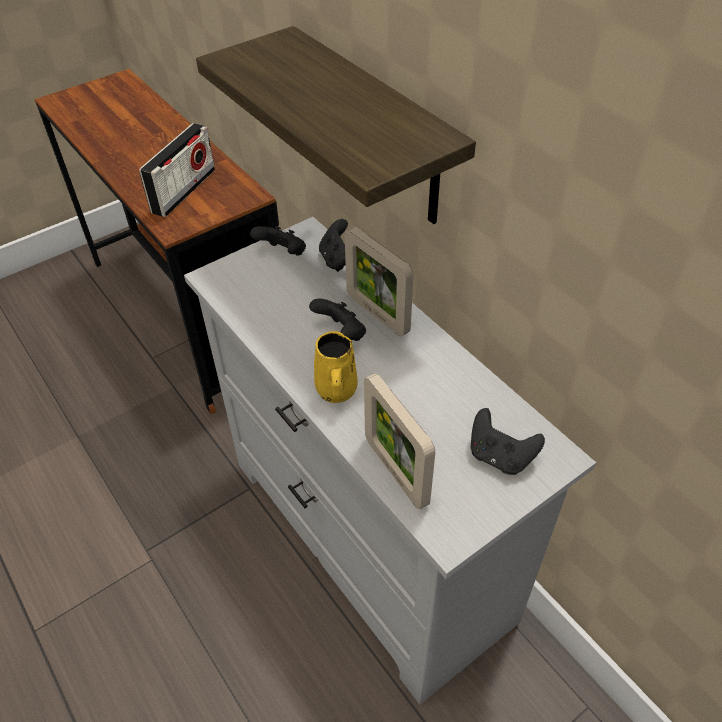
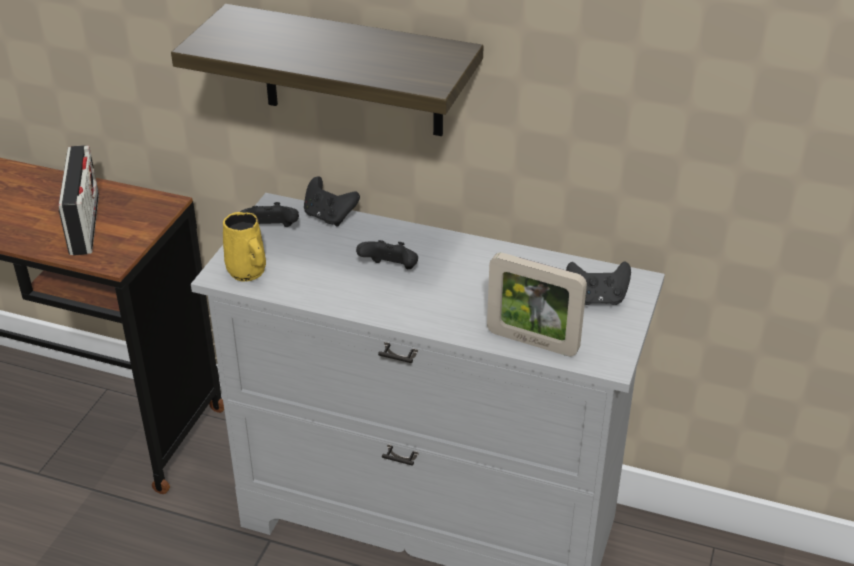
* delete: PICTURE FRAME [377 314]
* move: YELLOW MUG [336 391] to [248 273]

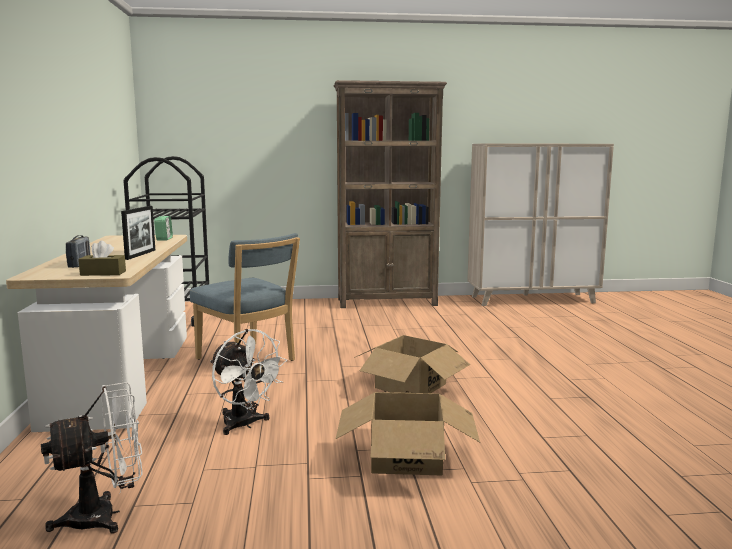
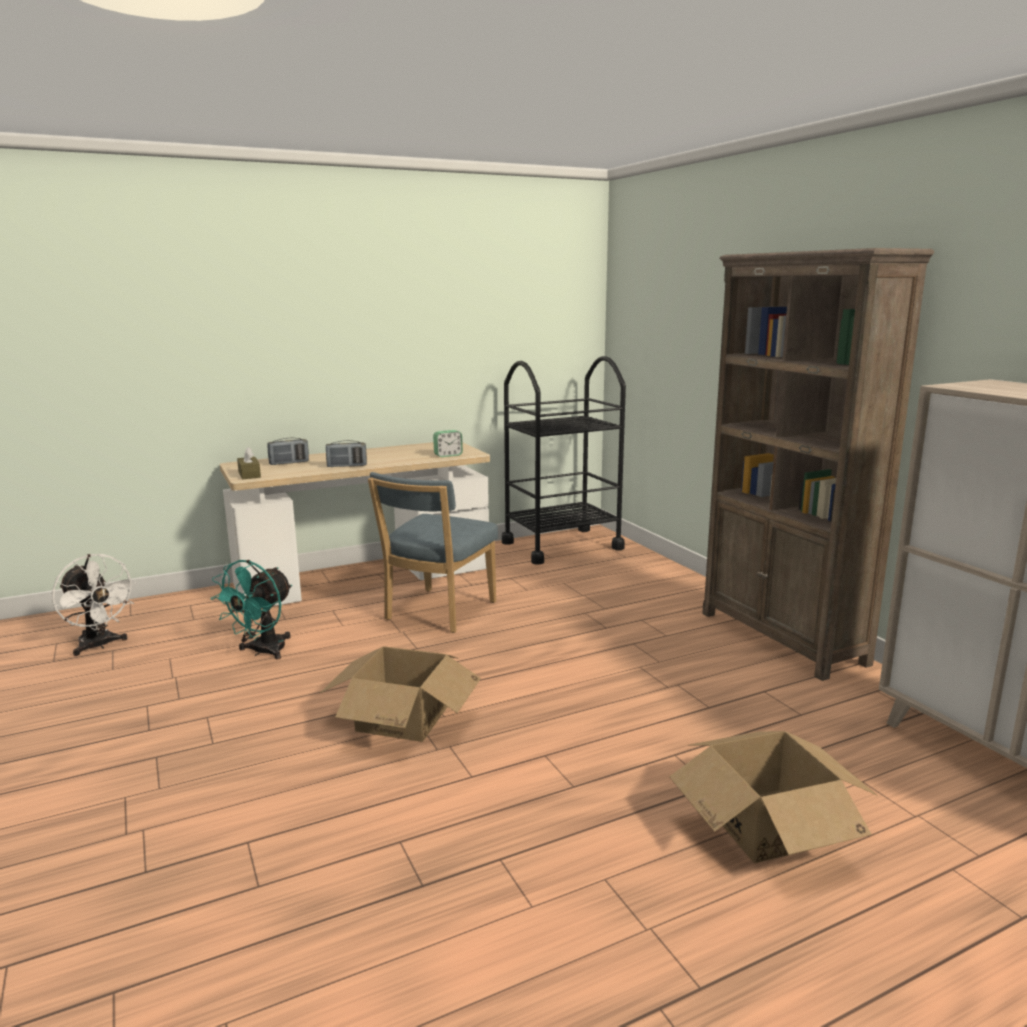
* replace: PICTURE FRAME [140 254] to RADIO [347 466]
* recolor: WHITE FAN [244 425] to TURQUOISE FAN [262 652]
* move: CARDBOARD BOX [407 457] to [768 824]

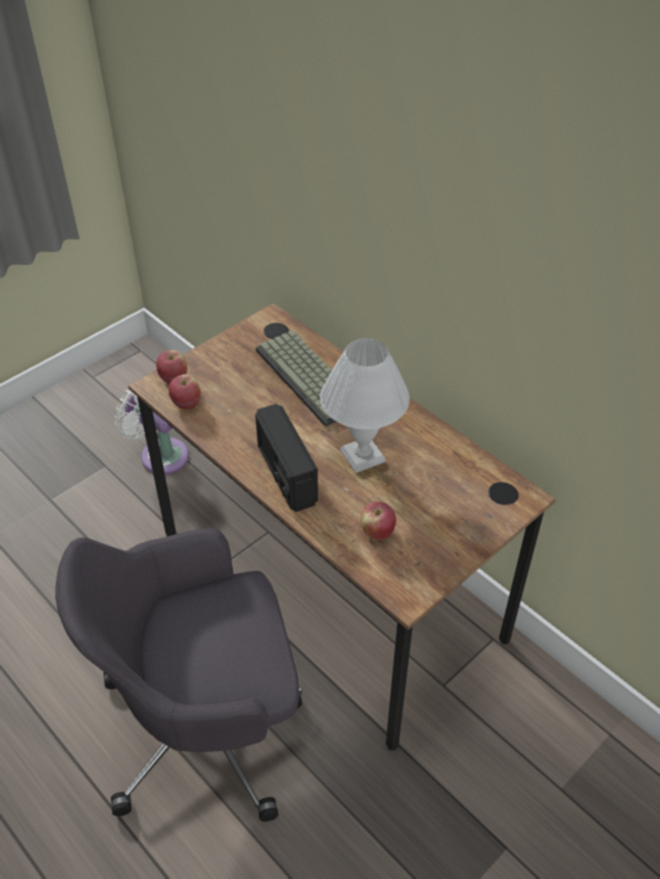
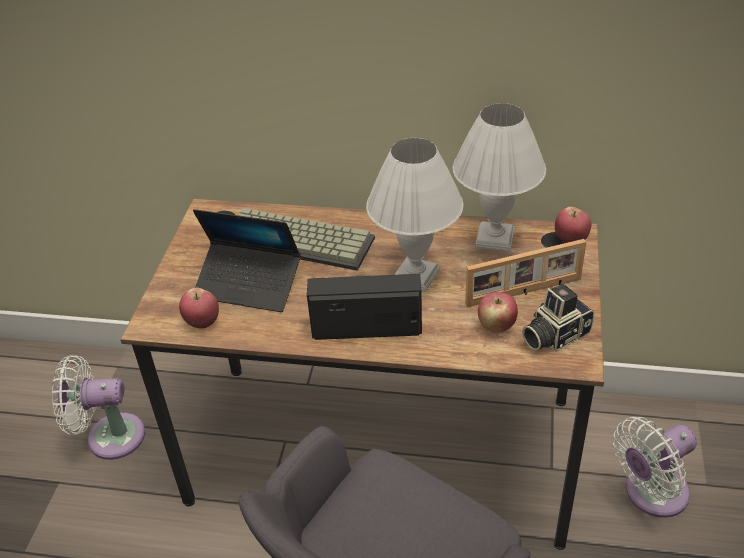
* move: APPLE [174 379] to [571 240]
* rotate: RADIO [286 474] = [366 327] 150 degrees clockwise
* insert: WHITE TABLE LAMP [494 238]
* insert: LAPTOP [248 284]
* insert: PICTURE FRAME [524 293]
* insert: PHOTO CAMERA [553 335]
* insert: WHITE FAN [651 494]

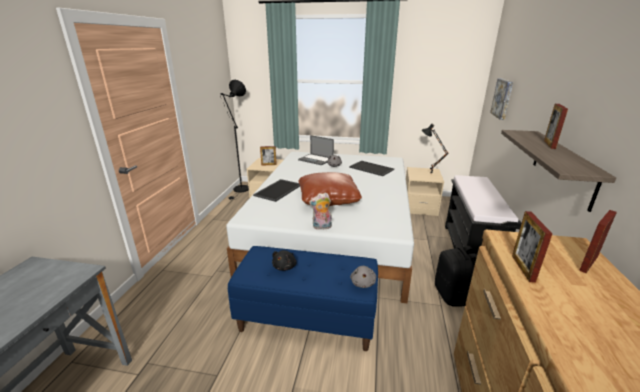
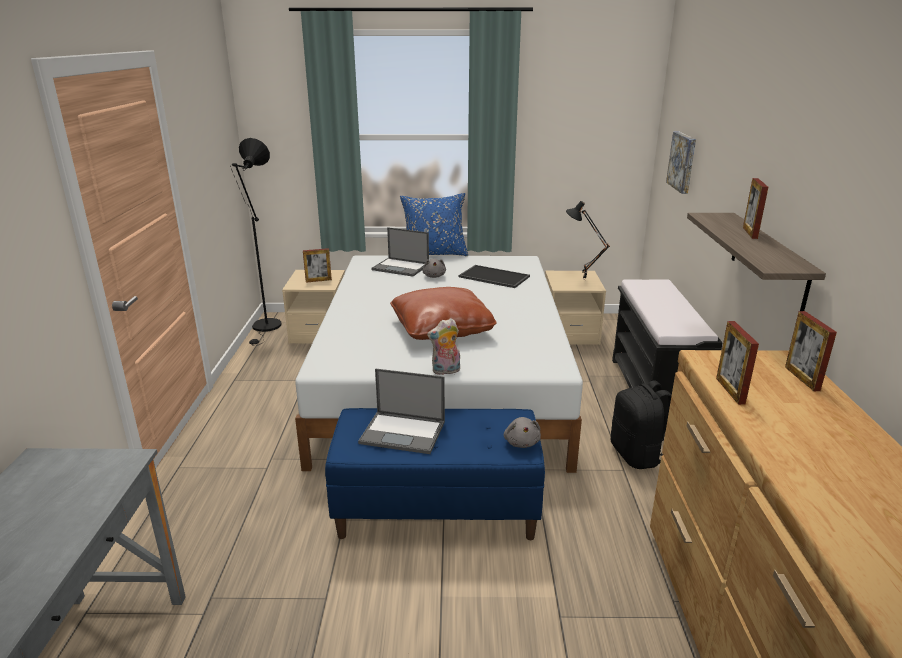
* delete: TRAY [278 190]
* rotate: PICTURE FRAME [588 263] = [802 378] 45 degrees counterclockwise
* replace: BLACK PLUSH TOY [285 266] to LAPTOP [404 432]
* insert: BLUE PILLOW [434 254]

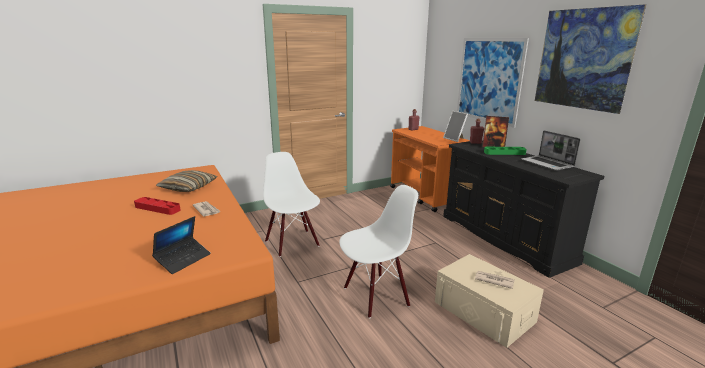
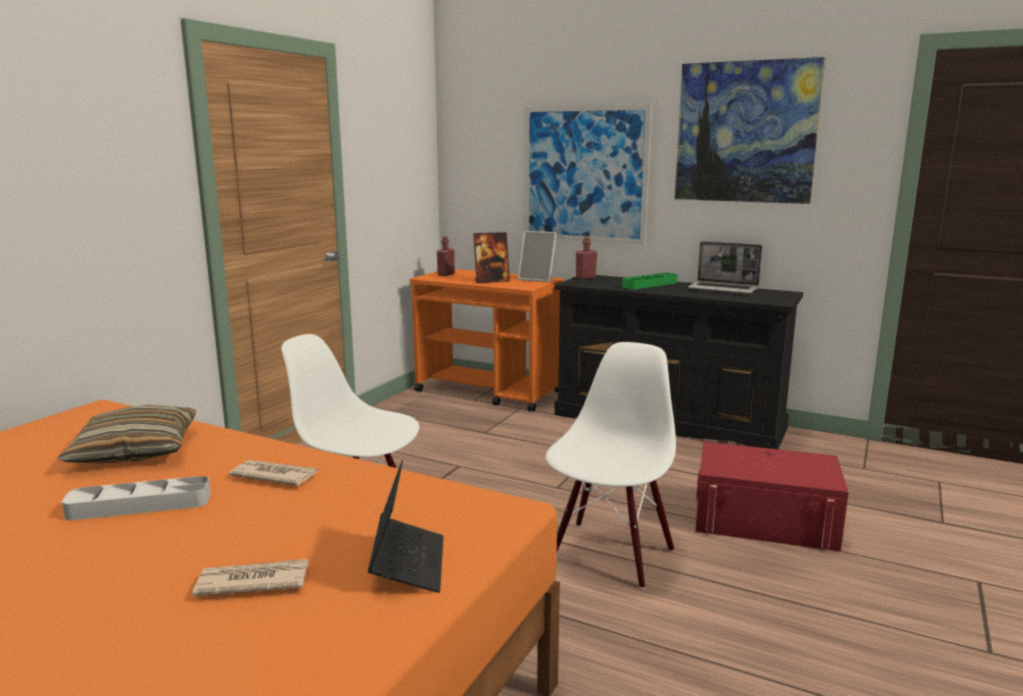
* move: PICTURE FRAME [493 147] to [491 281]
* recolor: RED TRAY [157 208] to GREY TRAY [140 505]
* recolor: BEIGE STORAGE BOX [484 311] to RED STORAGE BOX [765 520]
* move: NEWSPAPER [493 280] to [252 581]

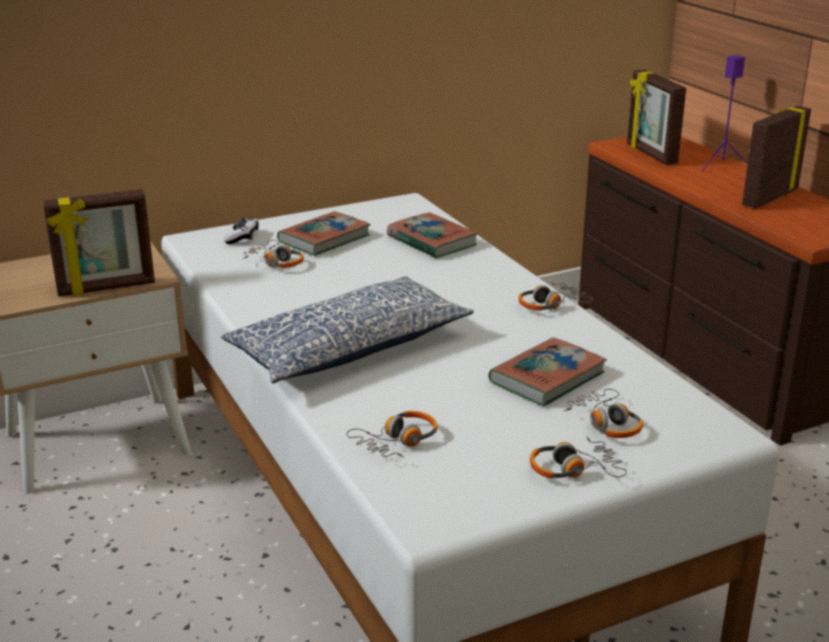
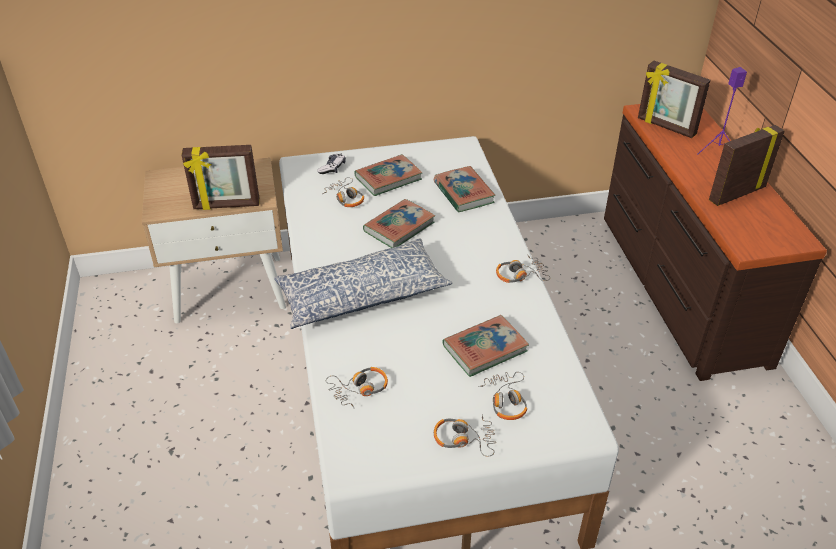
* rotate: PICTURE FRAME [650 154] = [666 127] 45 degrees counterclockwise
* insert: BOOK [399 227]

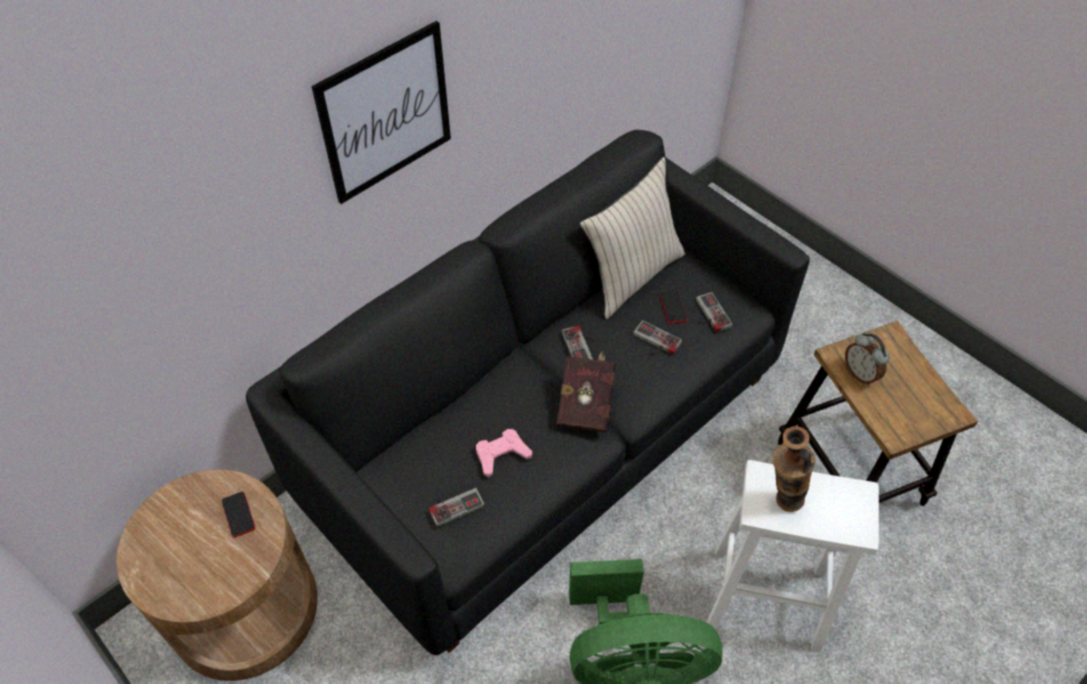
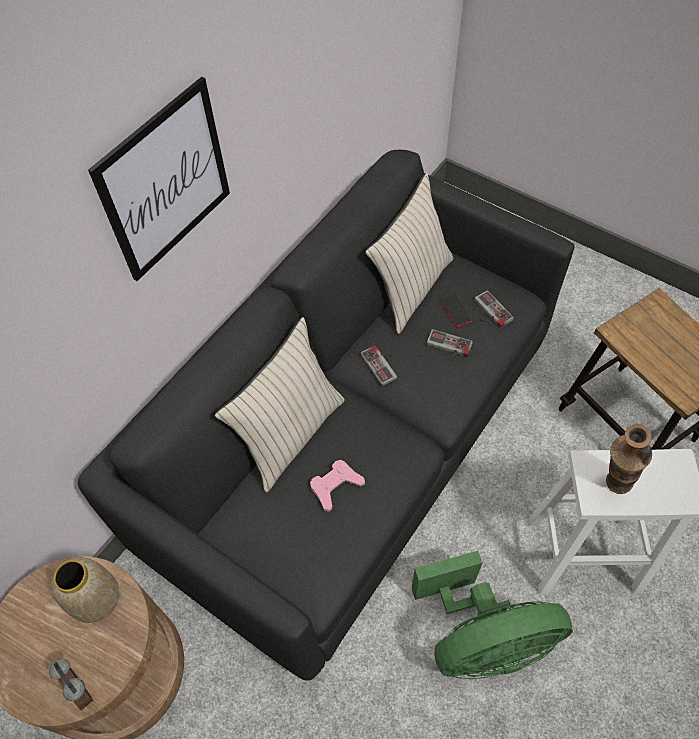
* move: ALARM CLOCK [860 373] to [82 688]
* delete: RED BOOK [587 402]
* delete: GAME CONTROLLER [454 503]
* replace: PHONE [238 515] to VASE [96 600]
* insert: BEIGE PILLOW [290 434]

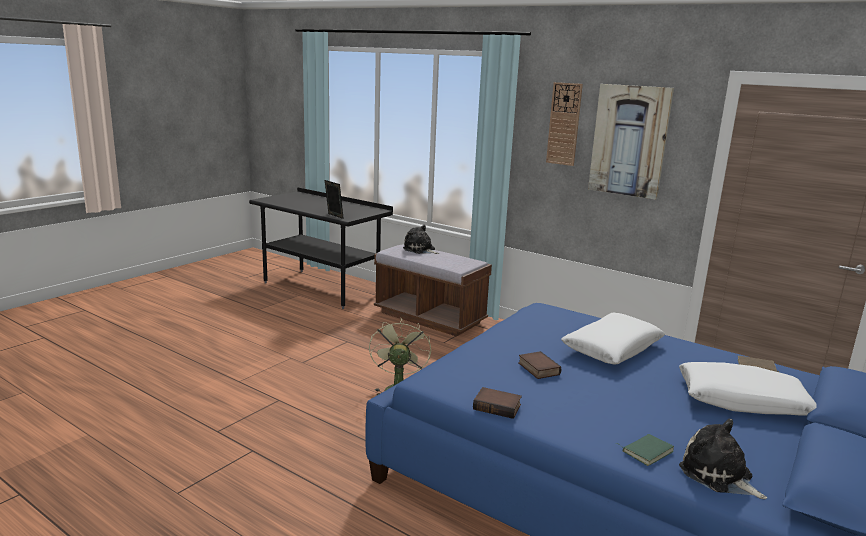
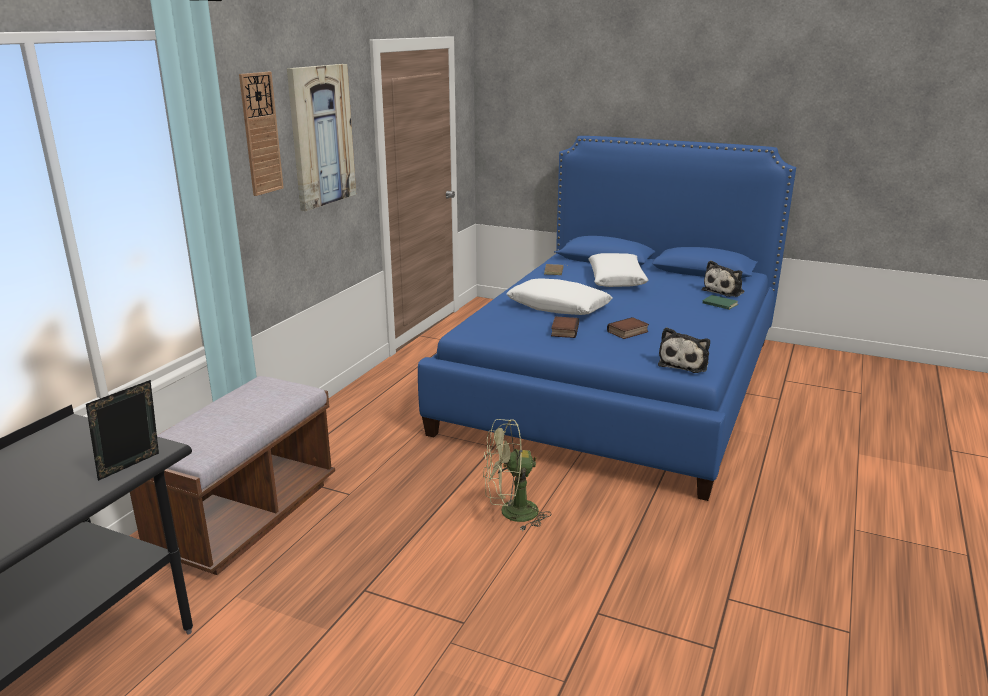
* move: PLUSH TOY [420 250] to [684 363]
* move: BOOK [498 406] to [563 330]

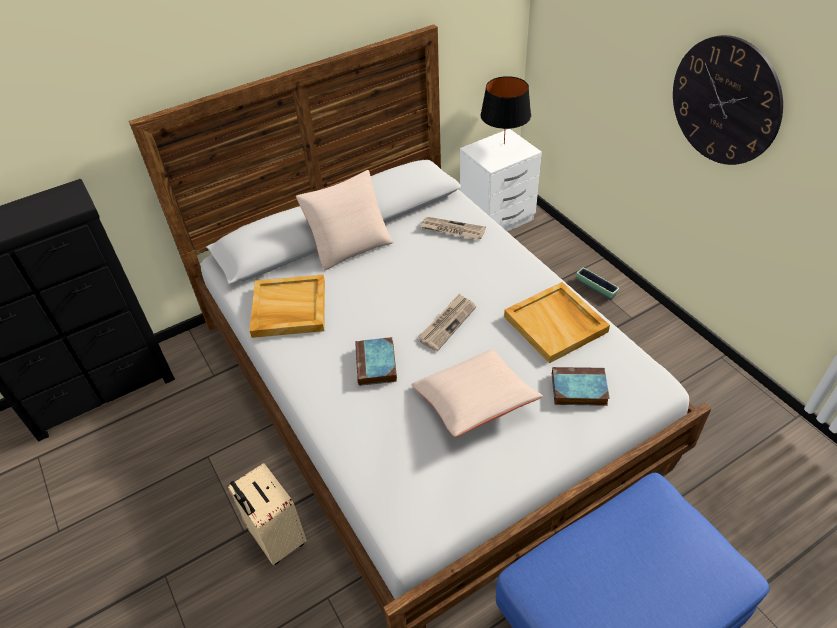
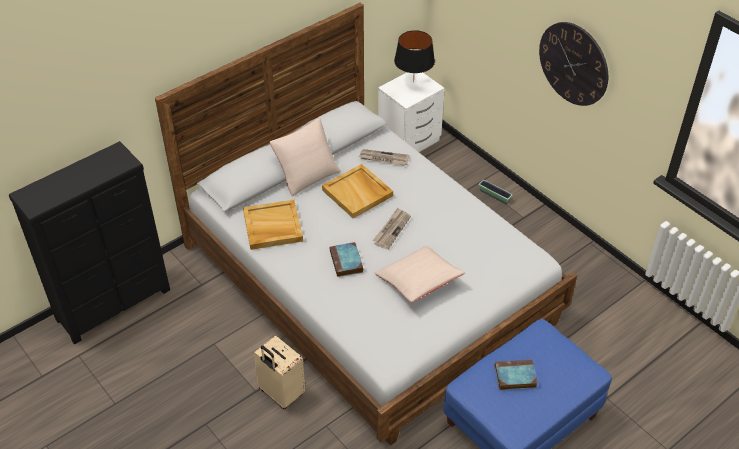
* move: BEIGE TRAY [556 324] to [358 193]
* move: BOOK [577 389] to [514 377]

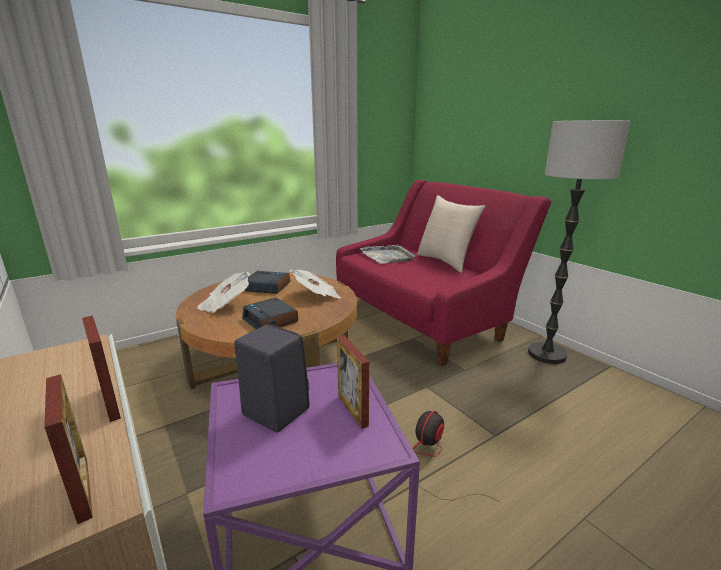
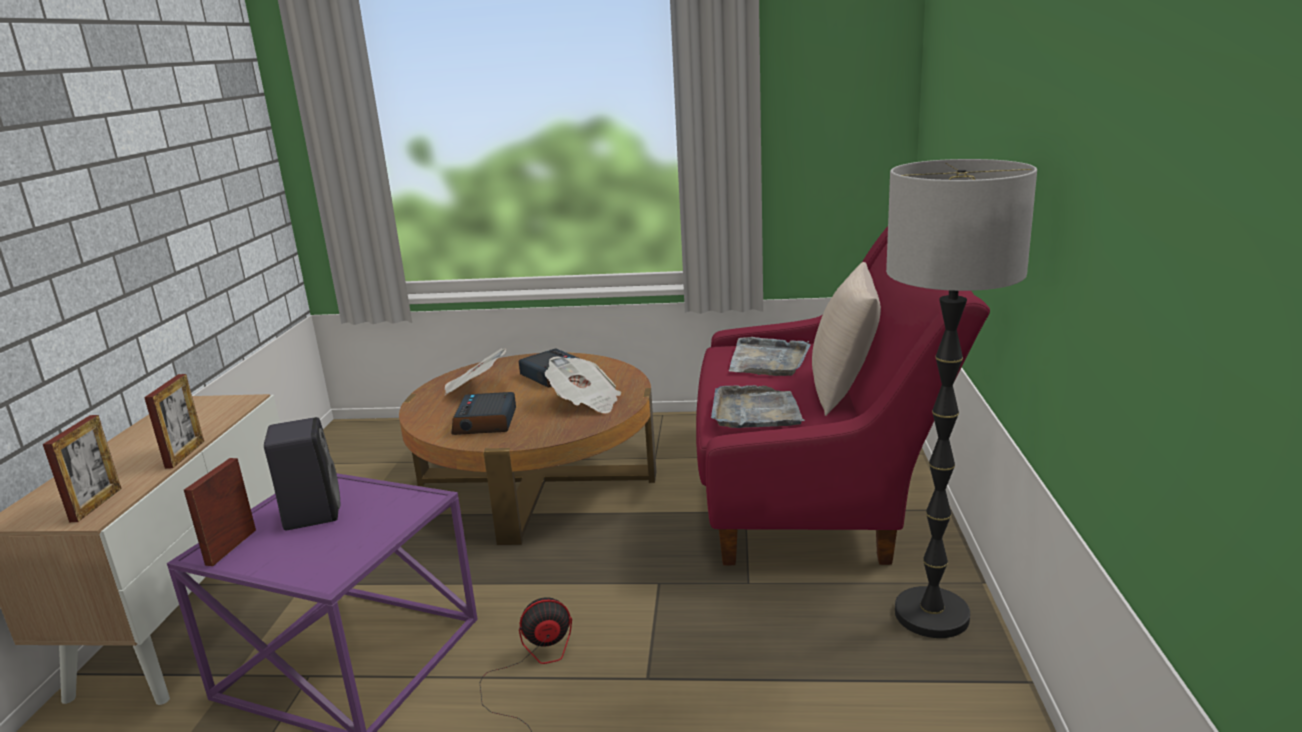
* move: PICTURE FRAME [352 410] to [231 547]
* insert: GREY TRAY [756 412]

